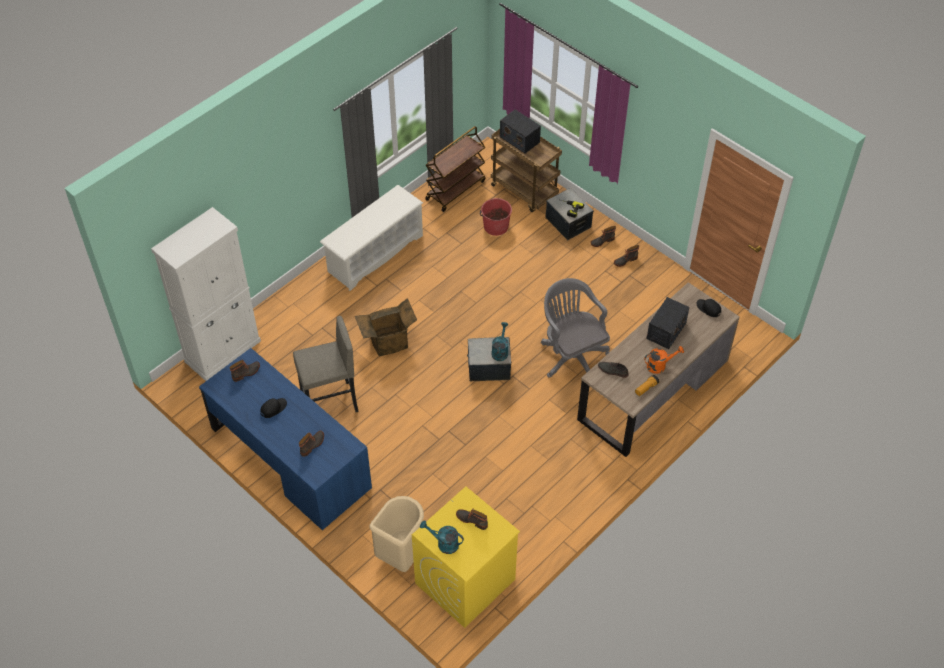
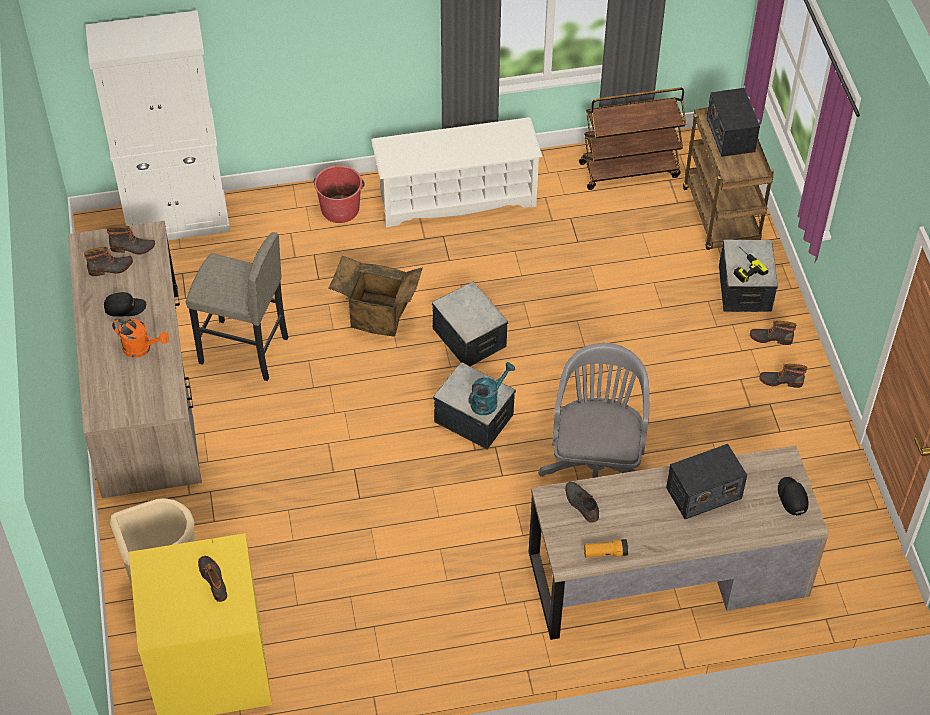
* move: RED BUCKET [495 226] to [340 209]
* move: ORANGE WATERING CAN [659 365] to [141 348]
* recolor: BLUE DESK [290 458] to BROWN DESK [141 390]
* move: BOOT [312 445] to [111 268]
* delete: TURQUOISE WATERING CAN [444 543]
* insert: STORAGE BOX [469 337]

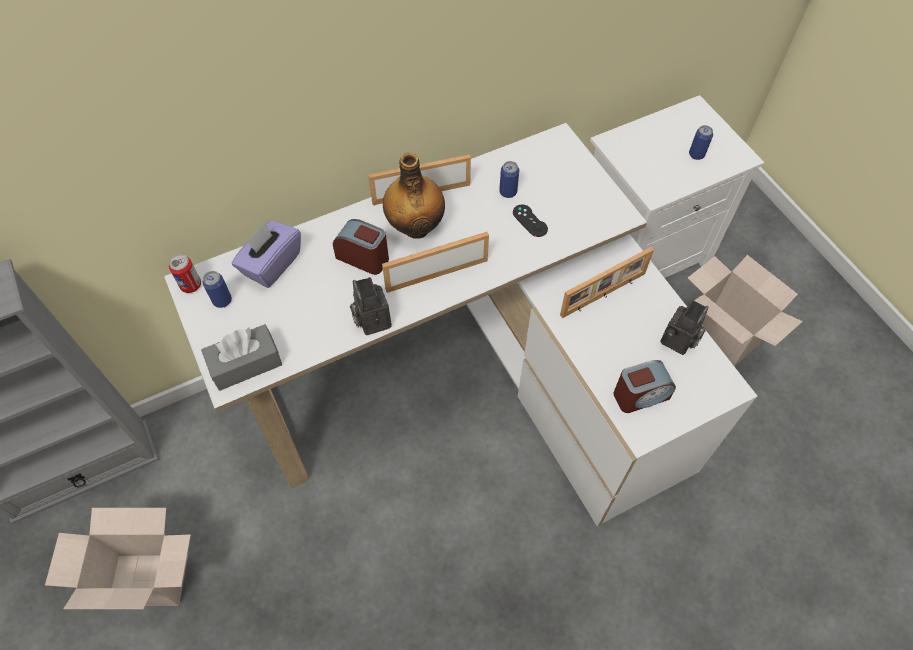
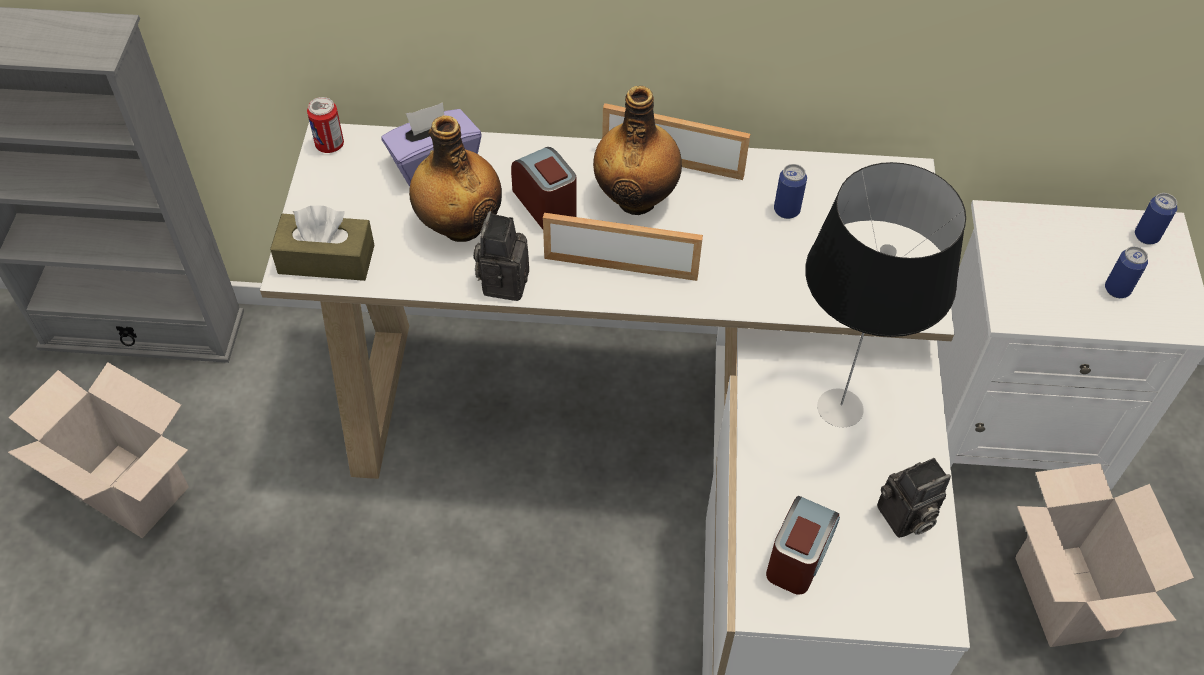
* delete: BLACK GAME CONTROLLER [530 221]
* replace: PICTURE FRAME [604 295] to TABLE LAMP [841 407]
* move: CAN [222 300] to [1146 236]
* recolor: GREY TISSUE BOX [245 364] to BROWN TISSUE BOX [326 259]
* rotate: ALARM CLOCK [640 395] = [798 556] 75 degrees counterclockwise
* insert: BOTTLE [460 226]

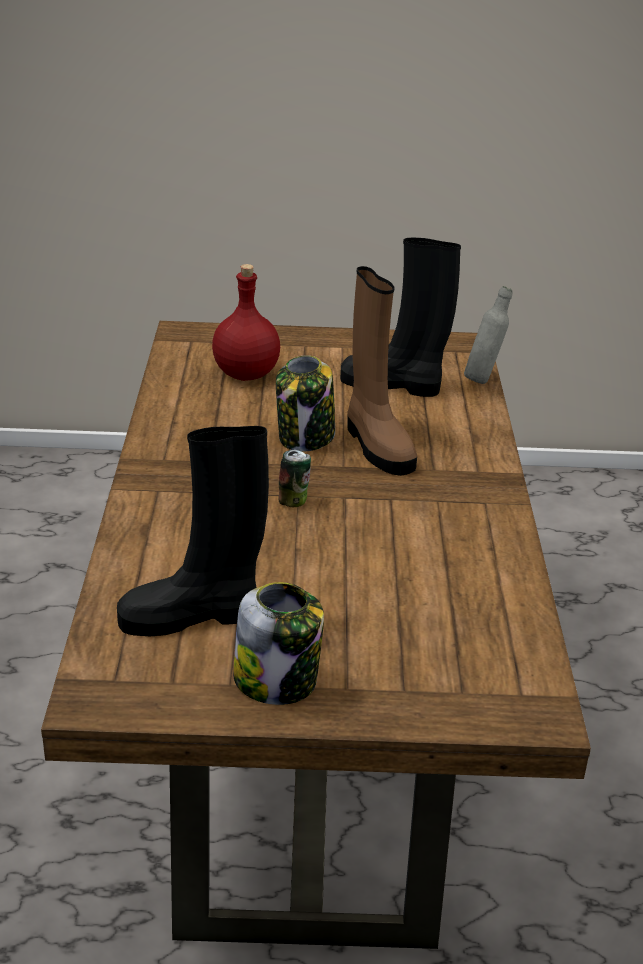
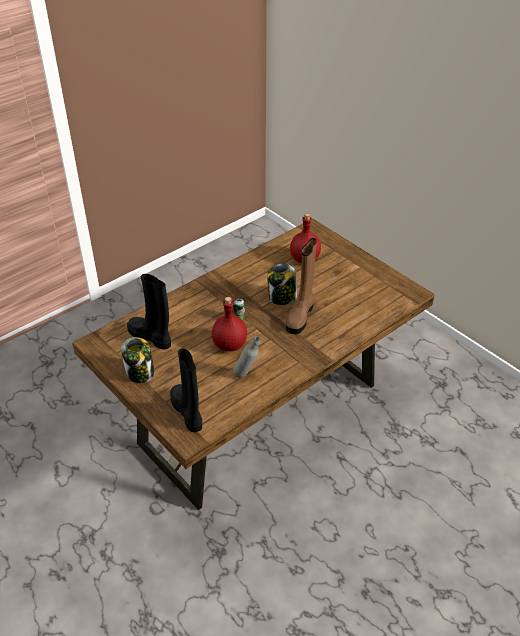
* move: BLACK BOOT [393 385] to [188 412]
* move: GREY BOTTLE [483 379] to [247 375]
* insert: RED BOTTLE [229 345]

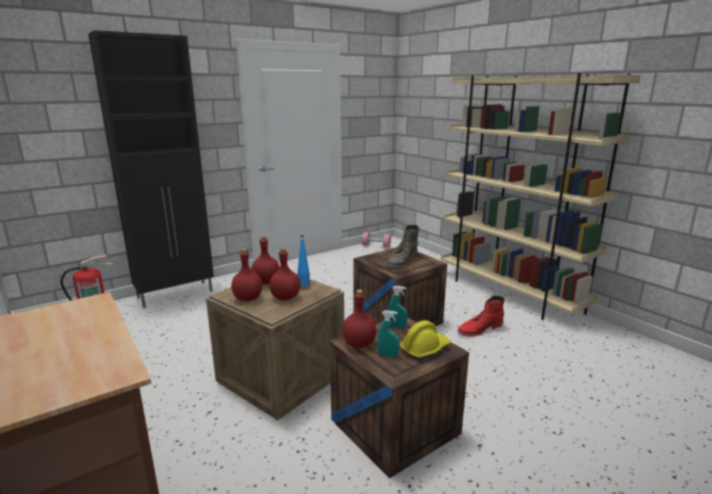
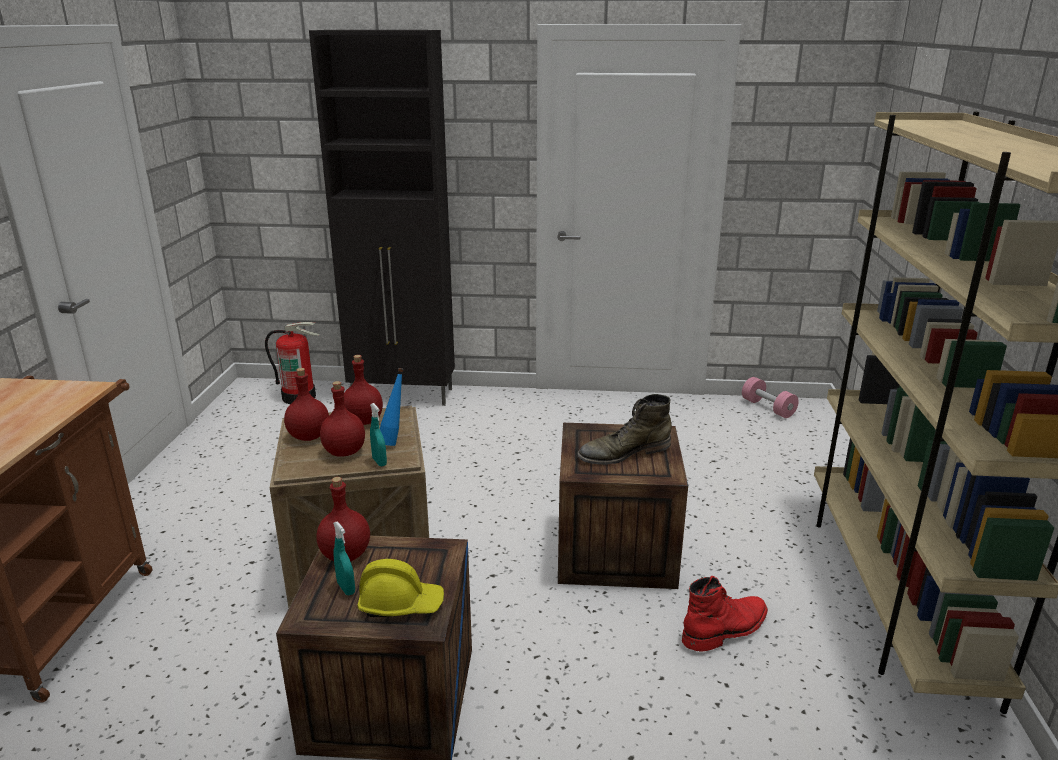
* move: TURQUOISE SPRAY BOTTLE [397 327] to [379 462]
* rotate: RED BOOT [479 329] = [725 629] 135 degrees clockwise

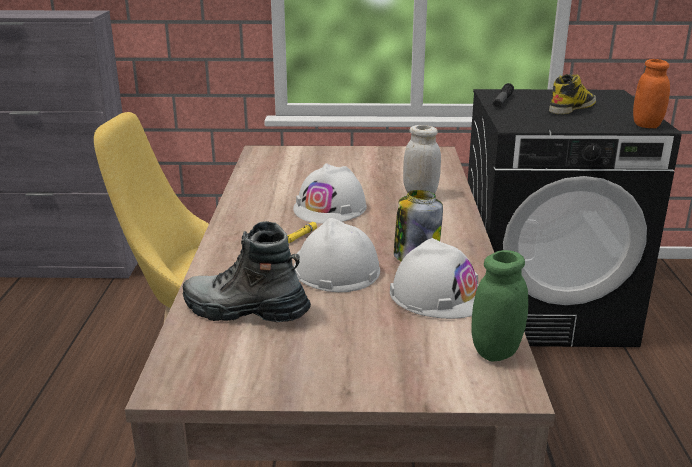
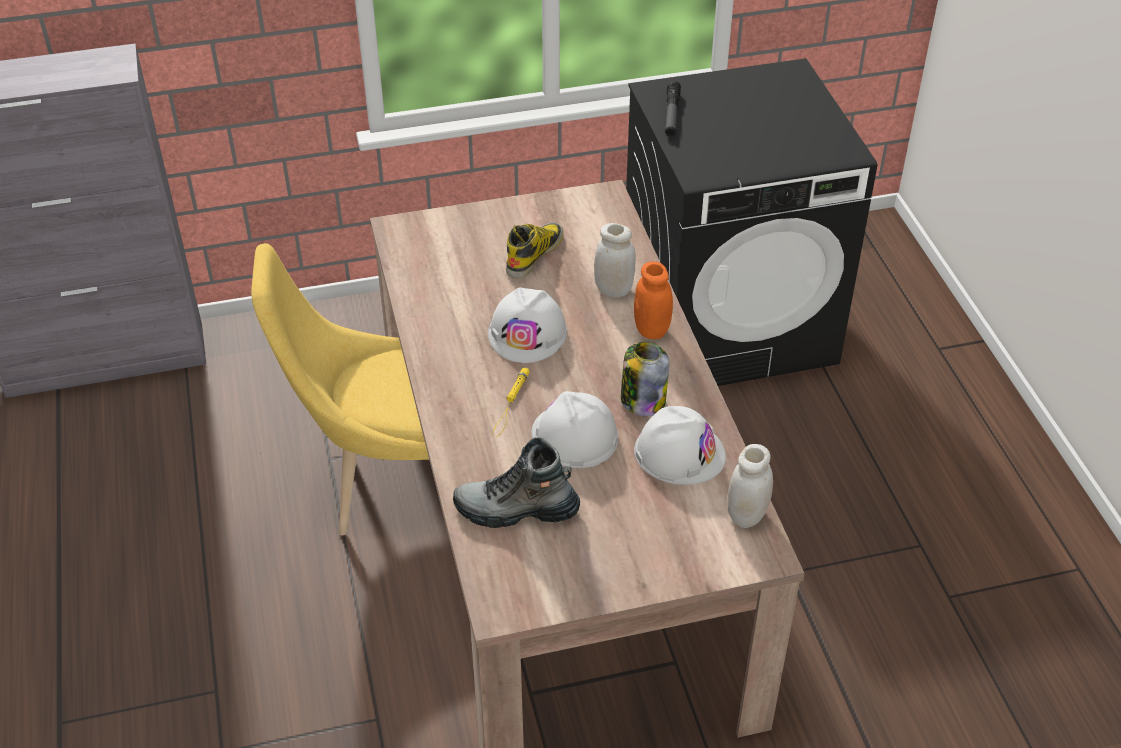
* move: ORANGE JAR [646 125] to [651 330]
* move: BOOT [572 108] to [534 254]
* recolor: GREEN JAR [496 351] to WHITE JAR [746 515]

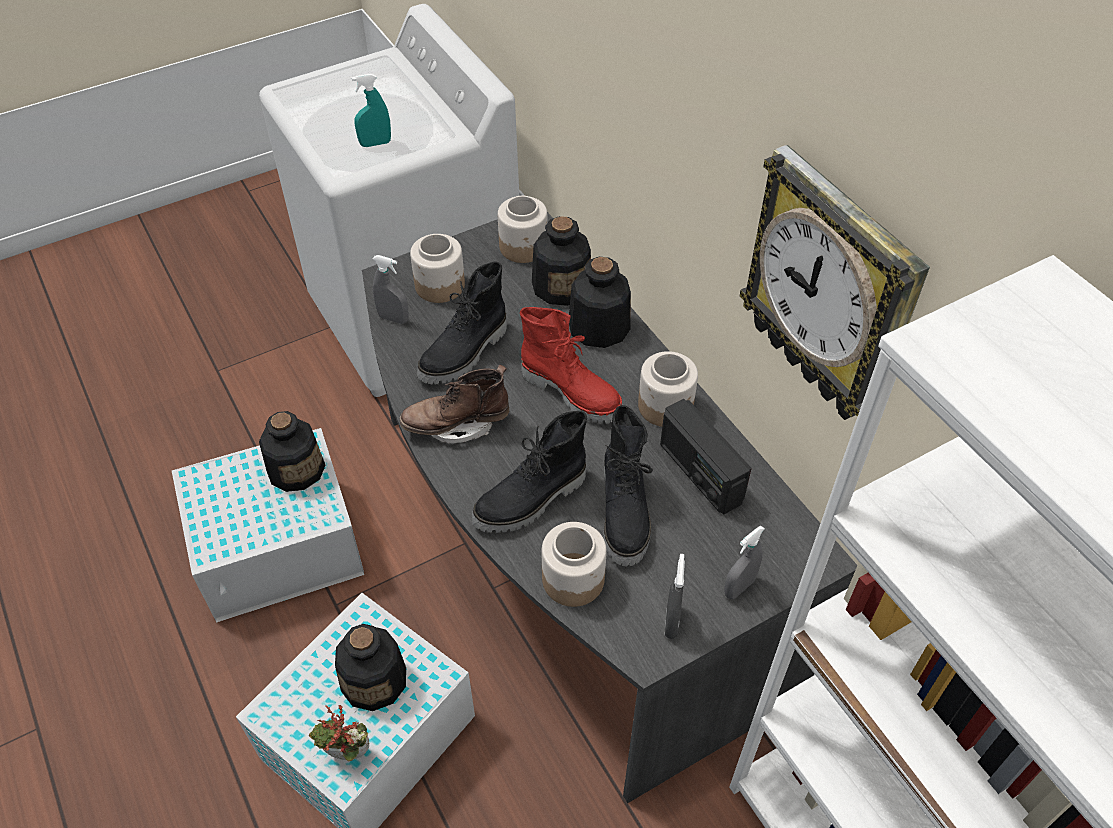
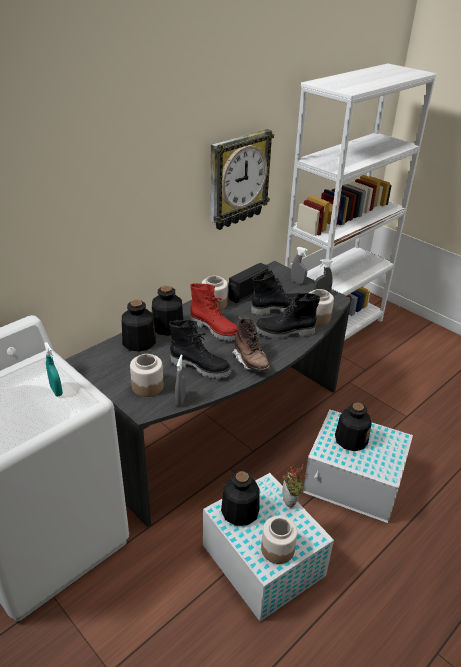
* move: JAR [524 247] to [278 548]
* rotate: RED BOOT [572 392] = [215 329] 105 degrees clockwise
* rotate: BLACK BOOT [531 501] = [284 333] 135 degrees clockwise
* move: POTTED PLANT [347 757] to [291 501]

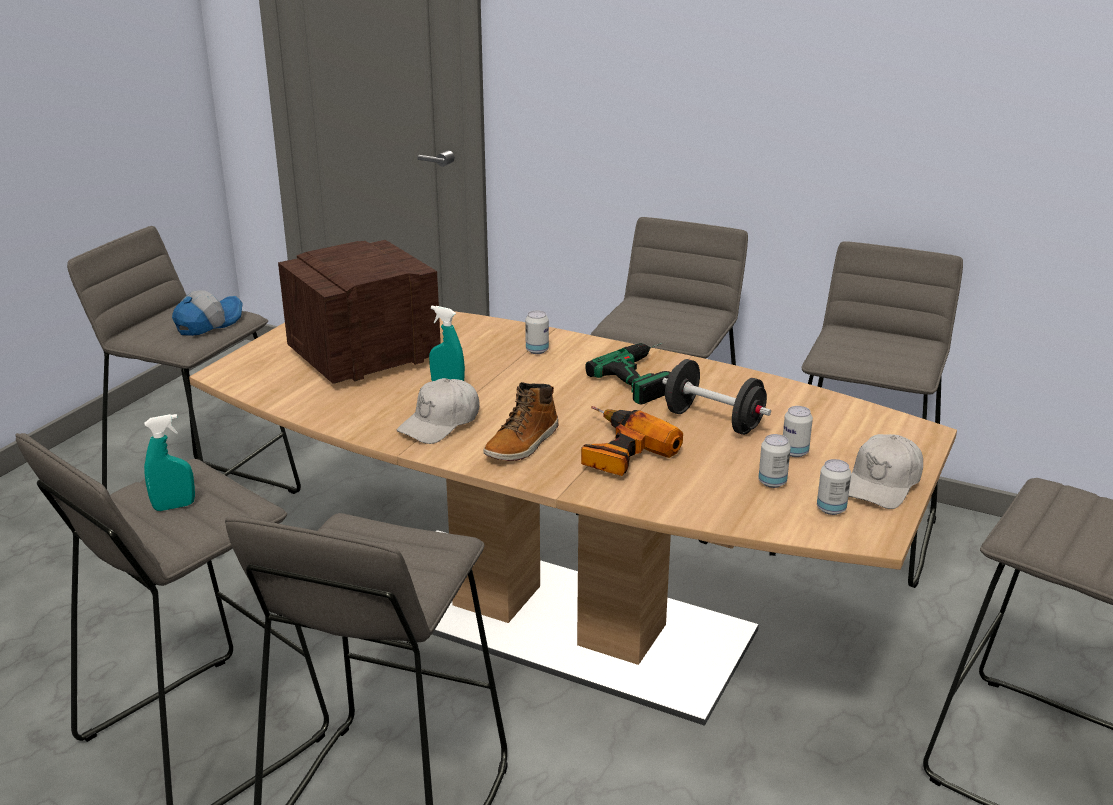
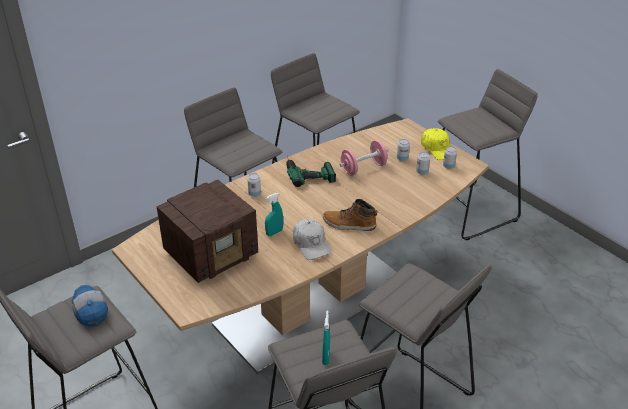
* rotate: RADIO [361 357] = [212 254] 120 degrees counterclockwise
* recolor: BLACK DUMBBELL [713 421] to PINK DUMBBELL [363 168]
* rotate: BOOT [523 444] = [349 224] 135 degrees clockwise
* delete: POWER DRILL [618 453]
* recolor: WHITE CAP [882 484] to YELLOW CAP [437 149]

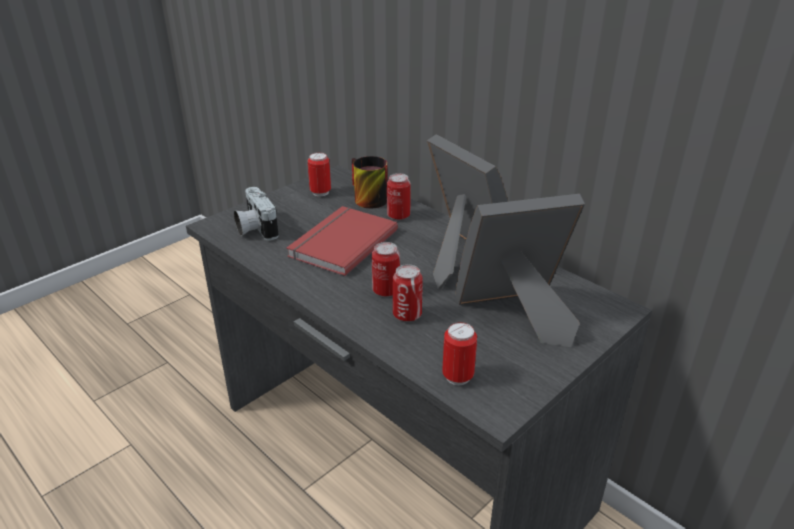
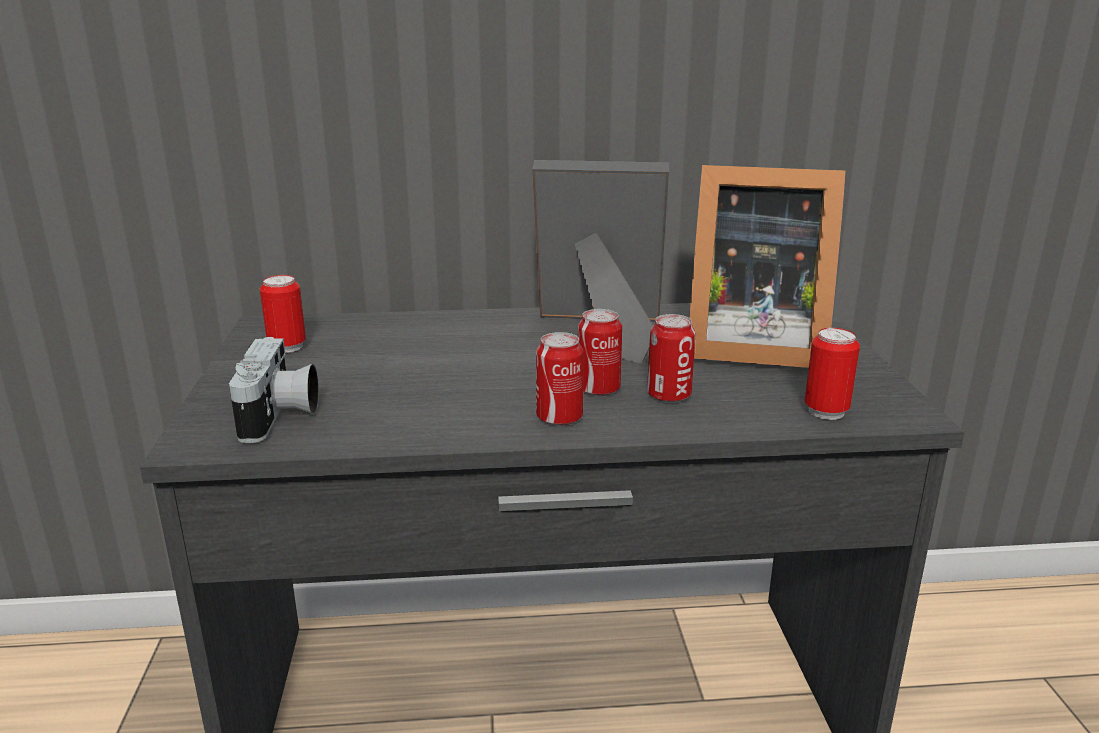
* delete: MUG [365 198]
* move: CAN [398 215] to [559 418]
* rotate: PHOTO CAMERA [255 228] = [280 416] 105 degrees counterclockwise
* rotate: PICTURE FRAME [517 314] = [749 347] 105 degrees counterclockwise
* delete: RED BOOK [340 243]

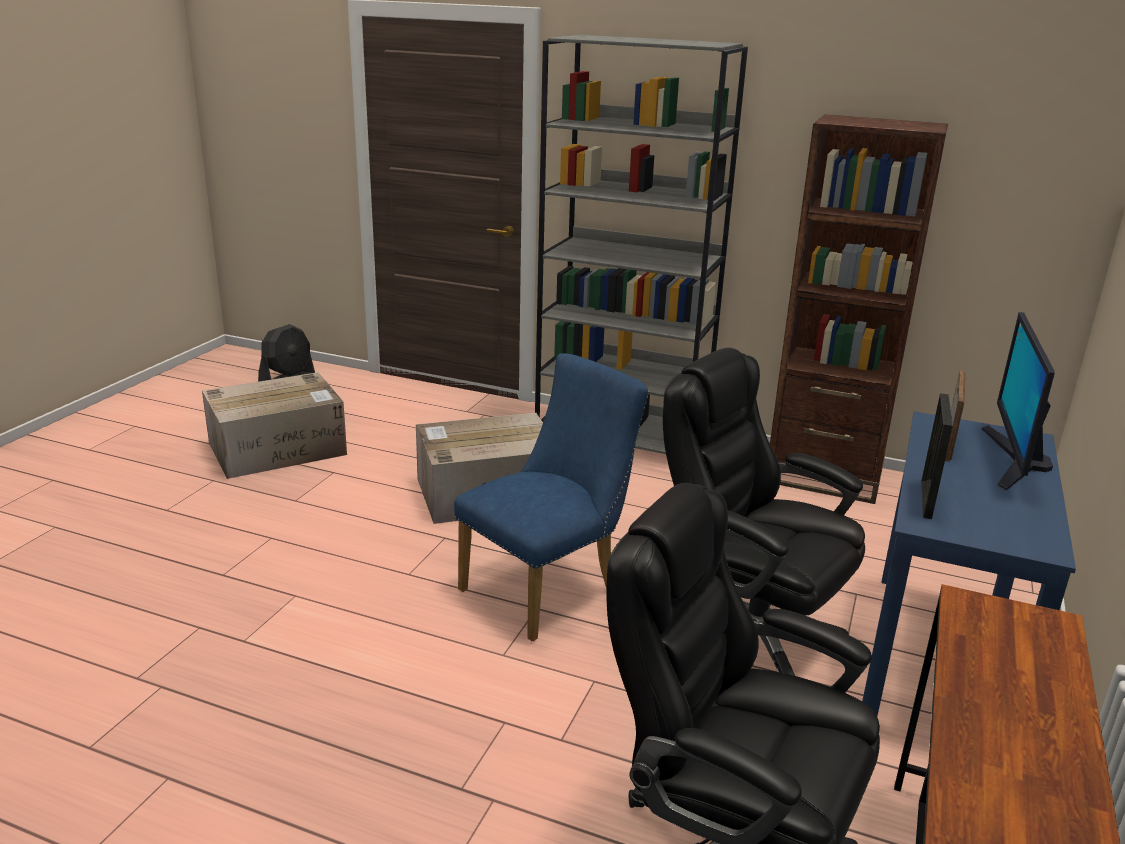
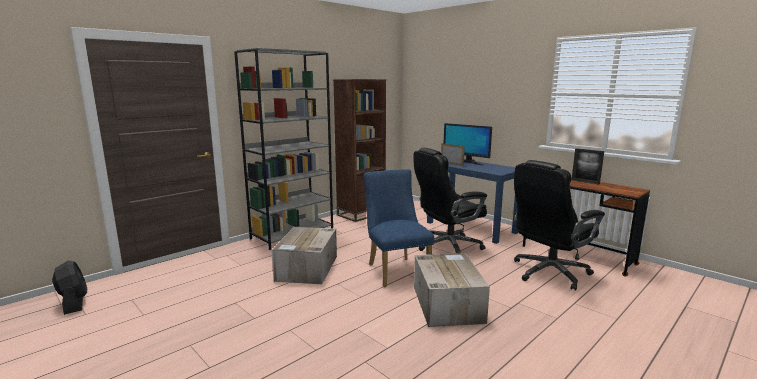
* move: CARDBOARD BOX [279 448] to [447 303]
* move: PICTURE FRAME [926 499] to [585 182]

